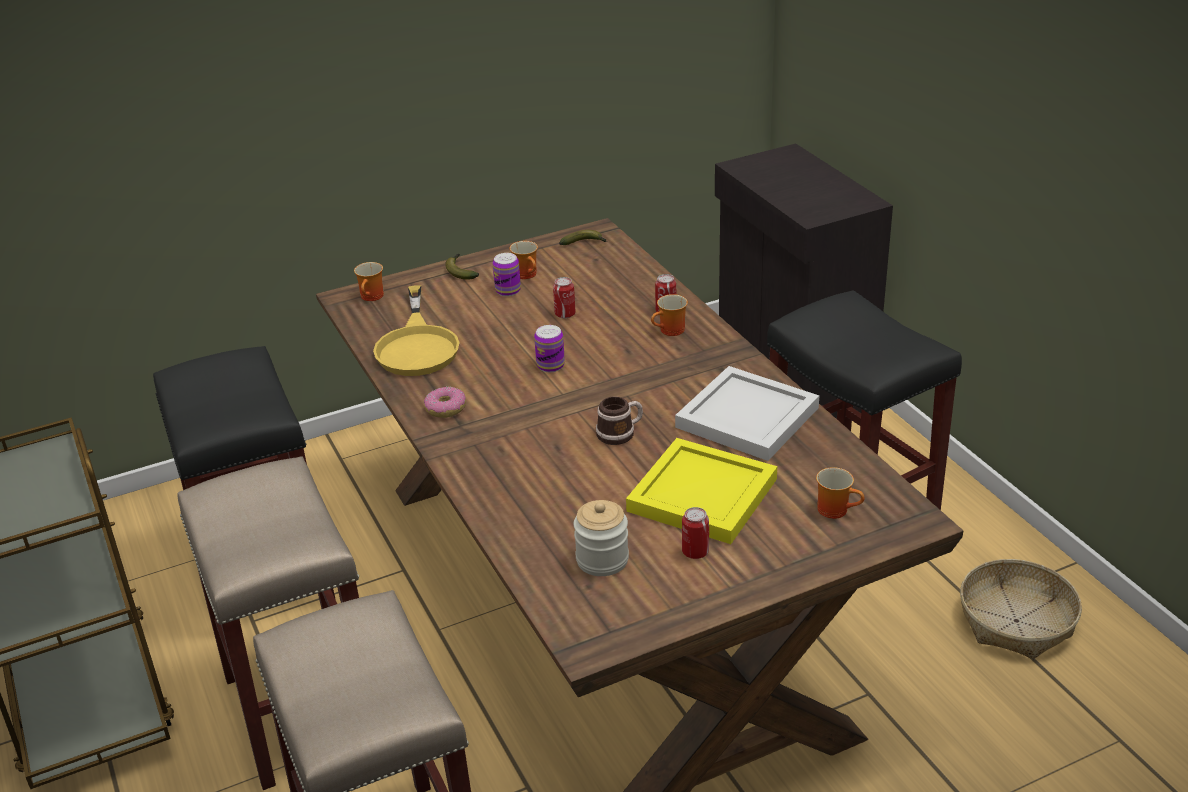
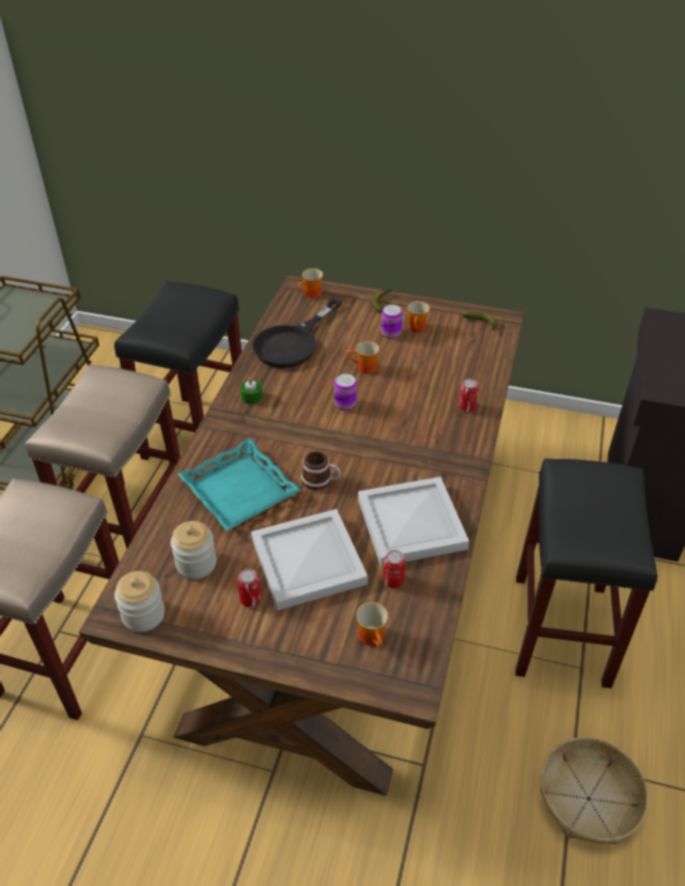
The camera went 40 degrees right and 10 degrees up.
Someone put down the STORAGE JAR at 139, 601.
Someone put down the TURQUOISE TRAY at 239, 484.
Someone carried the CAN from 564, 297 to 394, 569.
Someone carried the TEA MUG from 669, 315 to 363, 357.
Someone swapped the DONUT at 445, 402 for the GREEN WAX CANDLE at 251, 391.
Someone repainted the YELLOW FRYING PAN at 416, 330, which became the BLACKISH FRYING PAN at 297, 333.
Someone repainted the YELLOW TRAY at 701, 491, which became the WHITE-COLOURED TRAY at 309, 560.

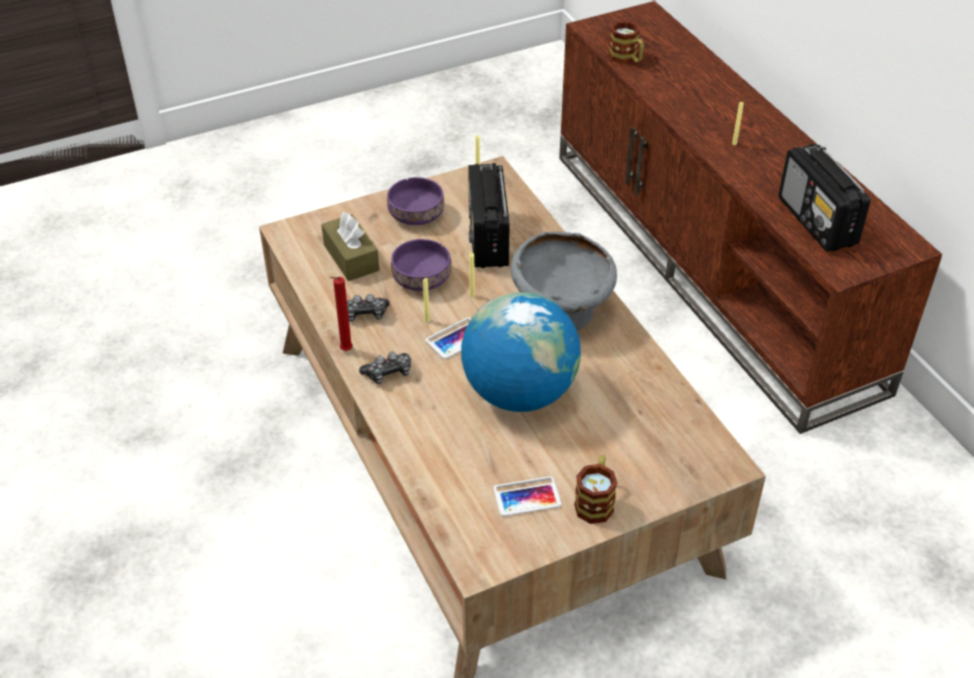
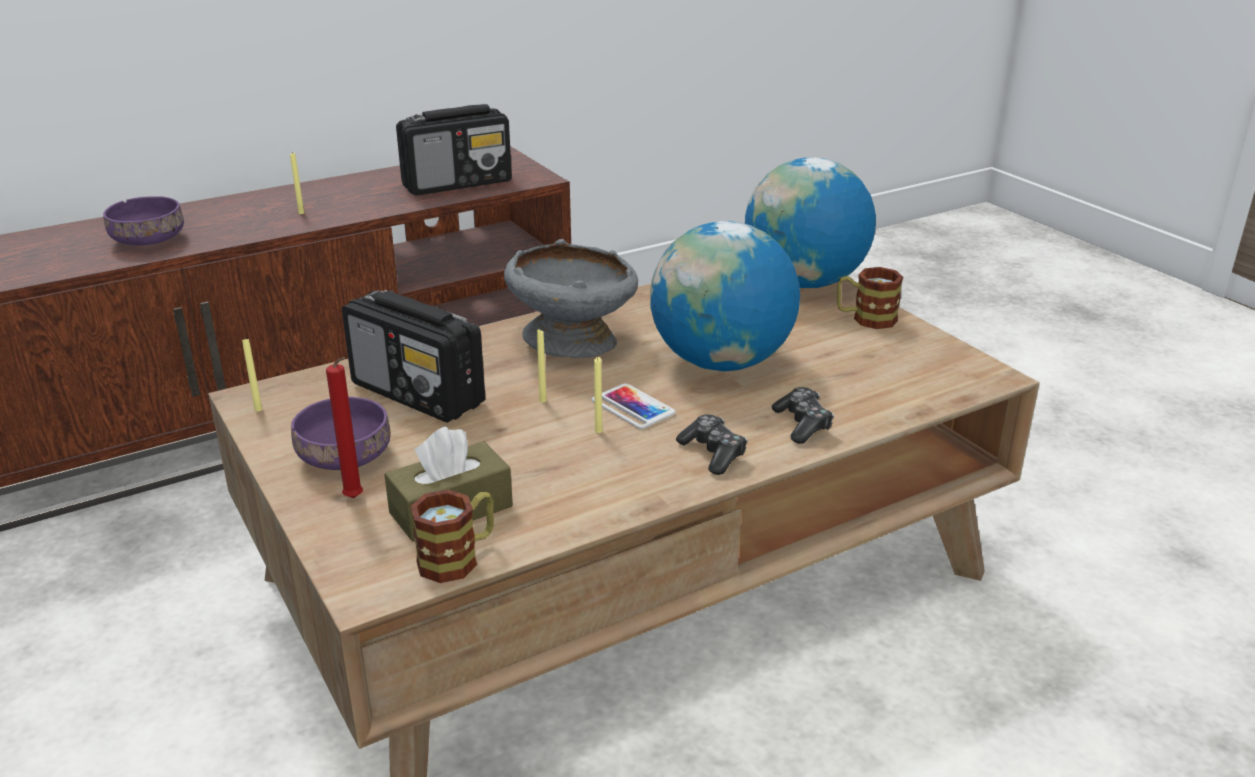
The camera went 95 degrees left and 15 degrees down.
Someone took away the TELEPHONE at 527, 496.
Someone put down the WORLD GLOBE at 810, 222.
Someone carried the REDDISH WAX CANDLE from 341, 314 to 344, 427.
Someone carried the GAME CONTROLLER from 368, 308 to 803, 415.
Someone carried the PURPLISH DEEP DISH from 421, 265 to 143, 220.
Someone carried the TEA MUG from 626, 42 to 452, 536.
Someone rotated the RADIO RECEIVER at 488, 215 by 45 degrees clockwise.

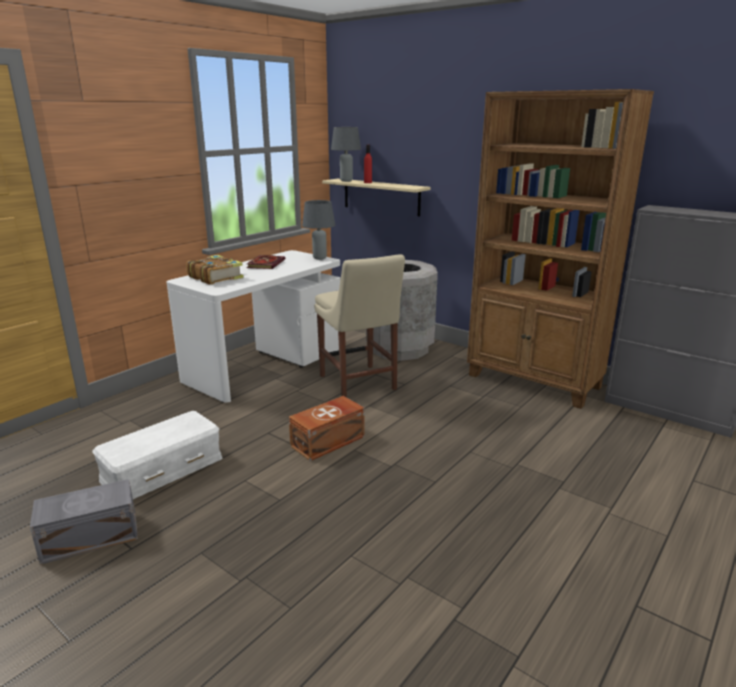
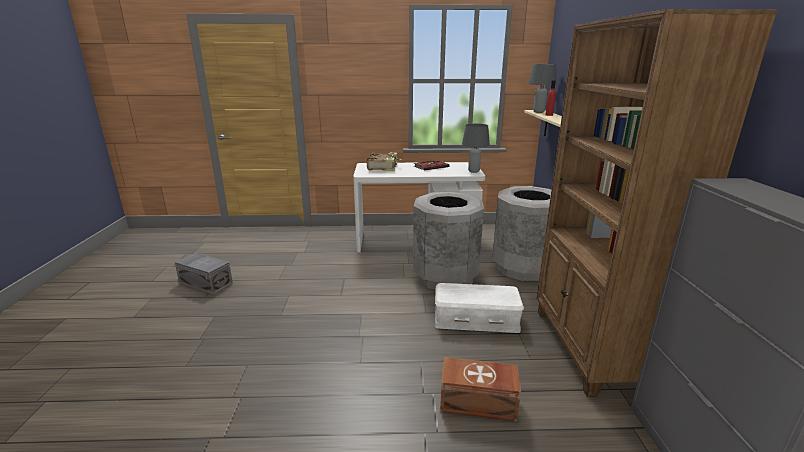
The camera went 50 degrees right and 0 degrees up.
Someone carried the WHITE-COLOURED STORAGE BOX from 157, 455 to 479, 308.
Someone carried the BROWN STORAGE BOX from 327, 428 to 480, 389.
Someone swapped the SAND-COLOURED CHAIR at 359, 325 for the GRAY WASTE BIN at 448, 241.

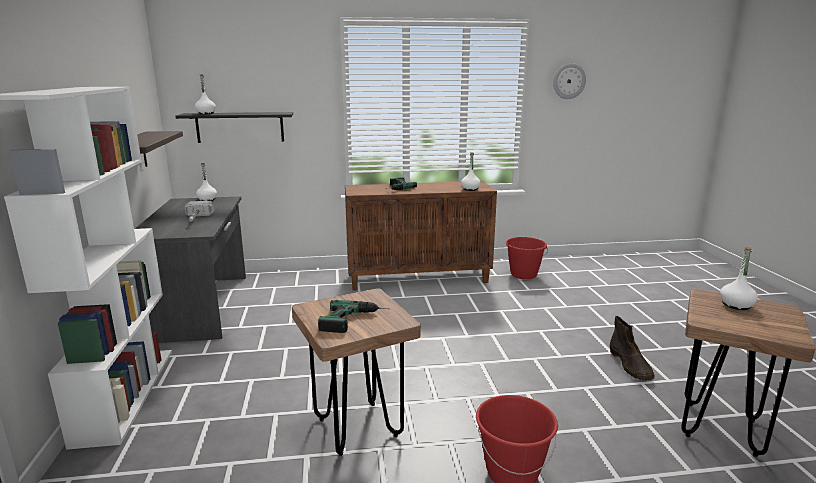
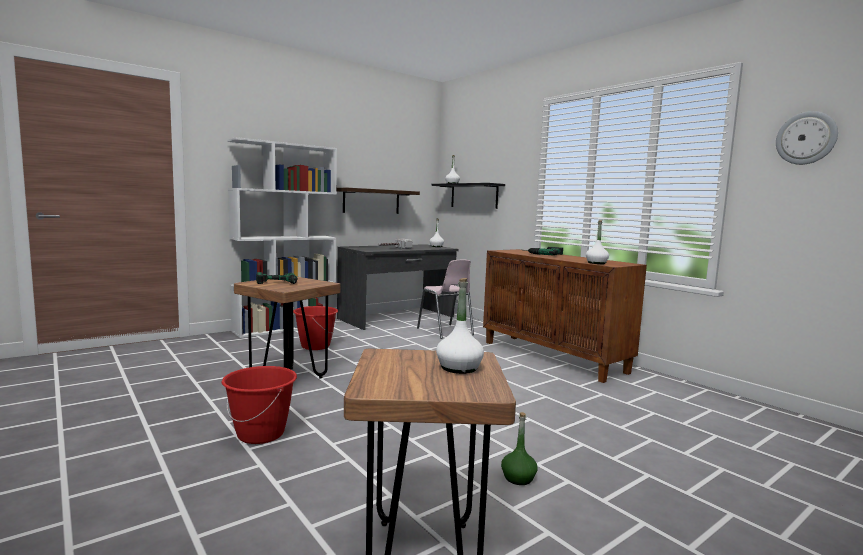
The camera went 60 degrees right and 10 degrees down.
Someone put down the PINK-COLOURED CHAIR at 445, 299.
Someone carried the REDDISH PAIL from 526, 258 to 315, 328.
Someone swapped the BROWN BOOT at 632, 348 for the GREEN DRINK BOTTLE at 519, 448.

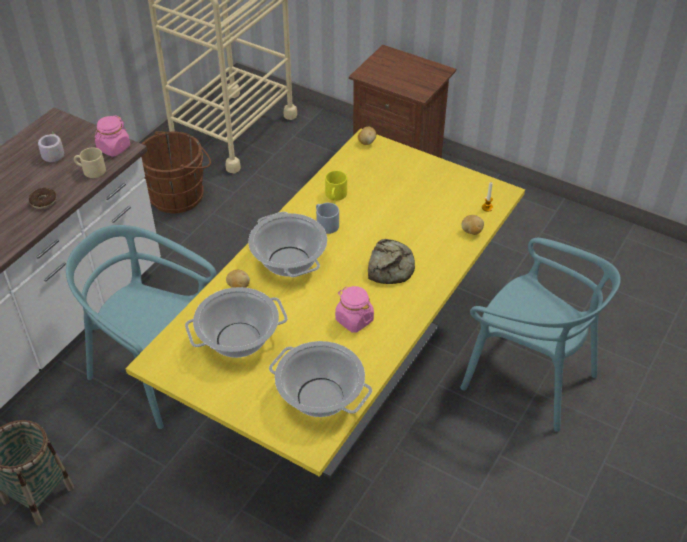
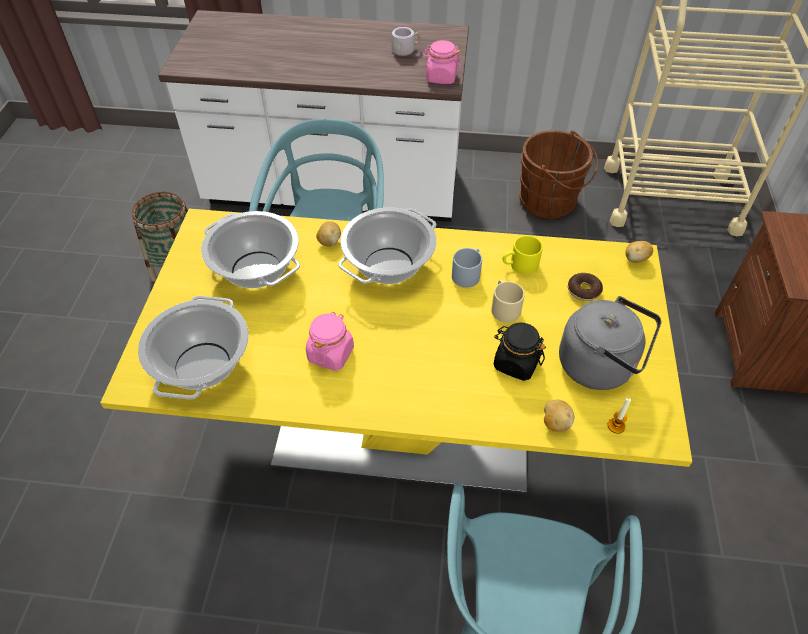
The camera went 65 degrees right and 5 degrees up.
Someone took away the BAKERY BREAD at 391, 261.
Someone put down the BLACKISH STORAGE JAR at 520, 351.
Someone put down the GRAY WATER KETTLE at 610, 343.
Someone carried the DONUT from 43, 198 to 585, 287.
Someone carried the SAND-COLOURED TEA MUG from 90, 162 to 508, 301.

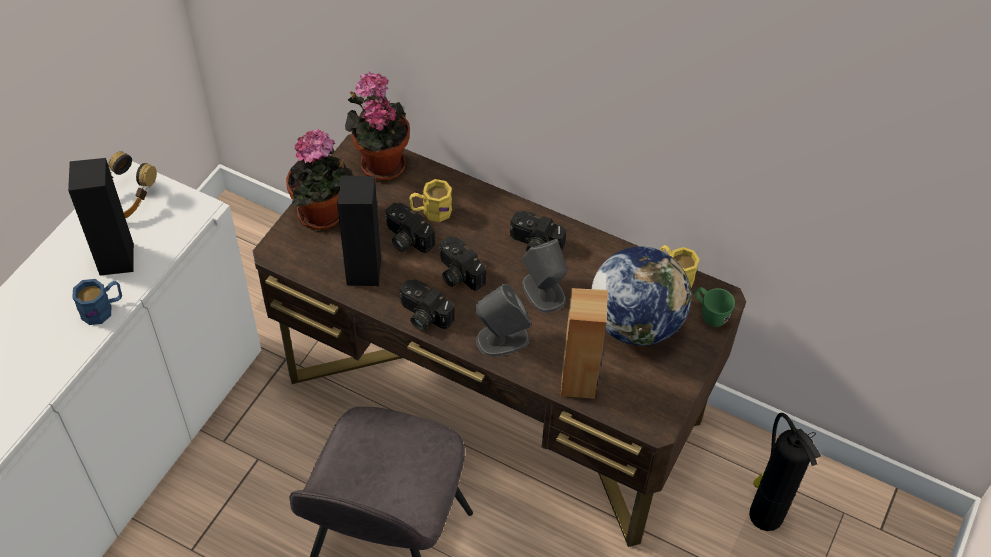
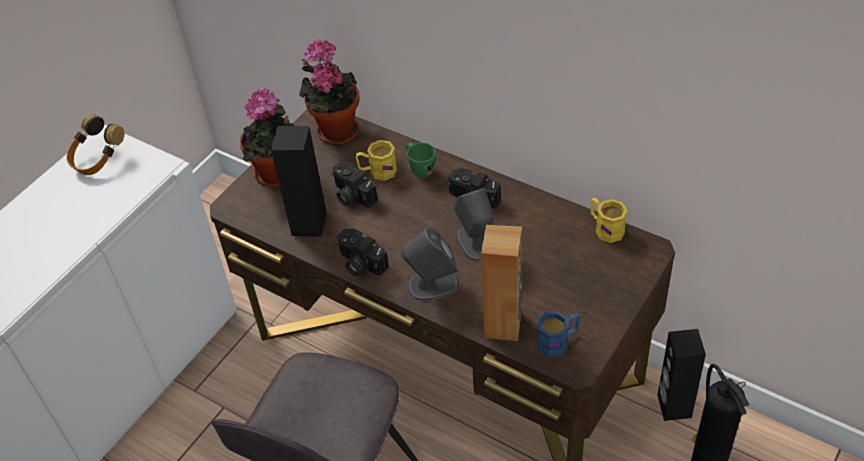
The camera went 10 degrees right and 5 degrees down.
Someone took away the STILL CAMERA at 462, 263.
Someone took away the WORLD GLOBE at 641, 295.
Someone carried the BLACKISH AUDIO SPEAKER from 101, 217 to 681, 375.
Someone carried the BLUE-COLOURED TEA MUG from 97, 302 to 558, 334.
Someone carried the GREEN TEA MUG from 715, 307 to 420, 160.

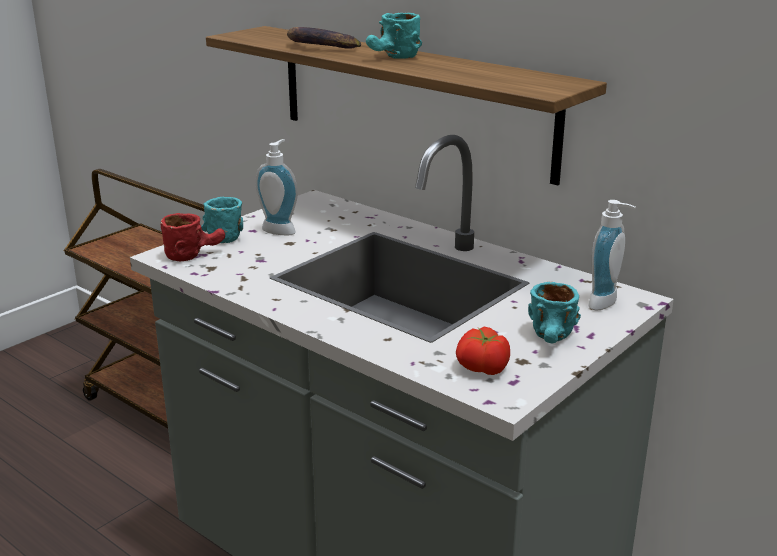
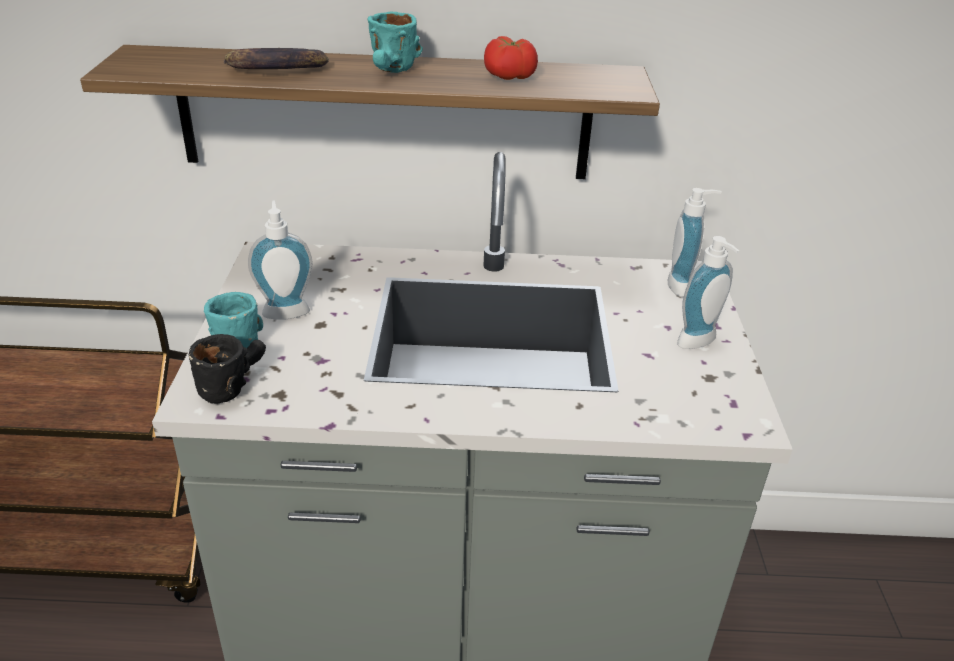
The camera went 40 degrees left and 10 degrees up.
Someone carried the FRESH TOMATO from 483, 350 to 511, 58.
Someone swapped the TURQUOISE TEA MUG at 554, 313 for the SOAP BOTTLE at 708, 292.
Someone repainted the REDDISH TEA MUG at 193, 237, which became the BLACKISH TEA MUG at 227, 369.

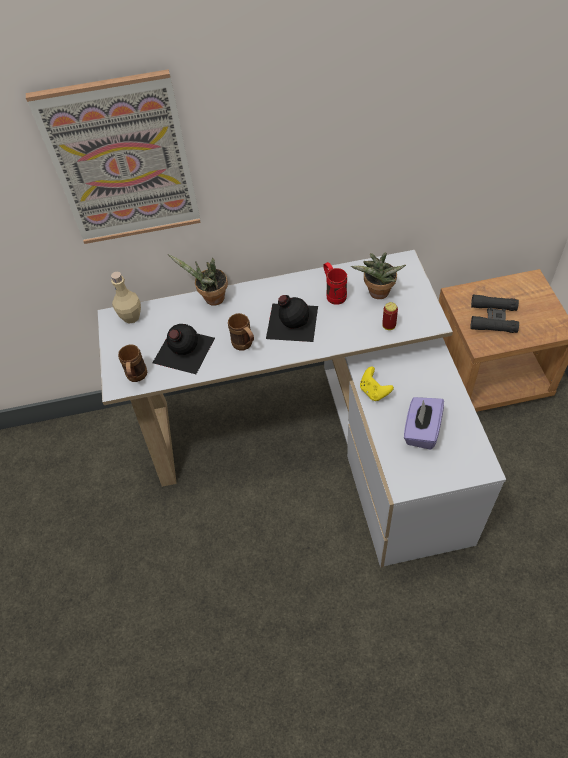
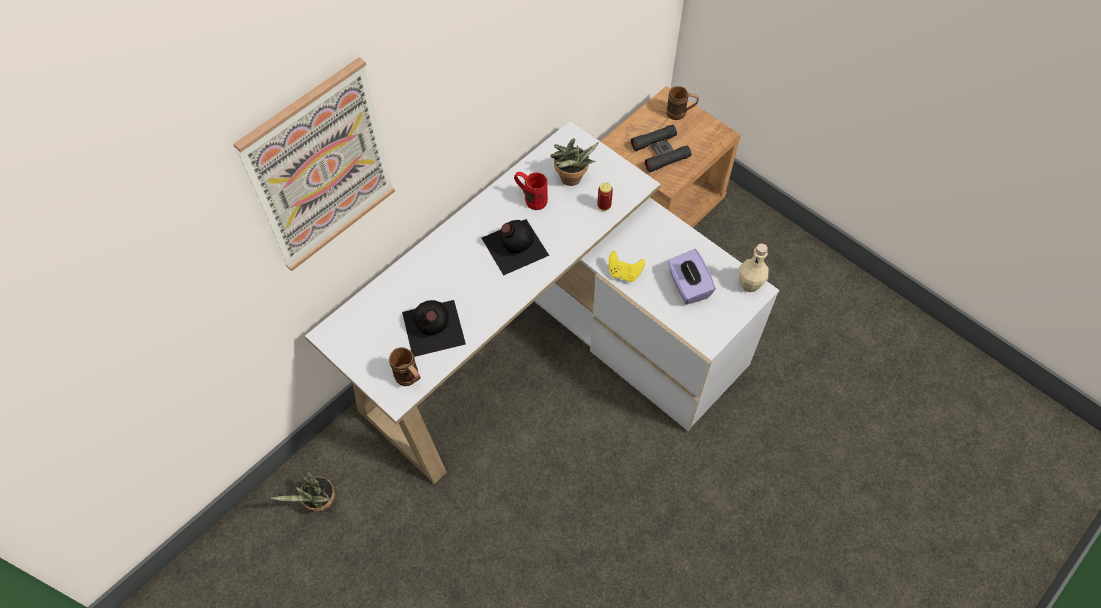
The camera went 40 degrees left and 5 degrees up.
Someone carried the SAND-COLOURED DRINK BOTTLE from 126, 297 to 754, 268.
Someone carried the HOUSEPLANT from 198, 279 to 303, 491.
Someone carried the BROWN TEA MUG from 241, 332 to 682, 103.

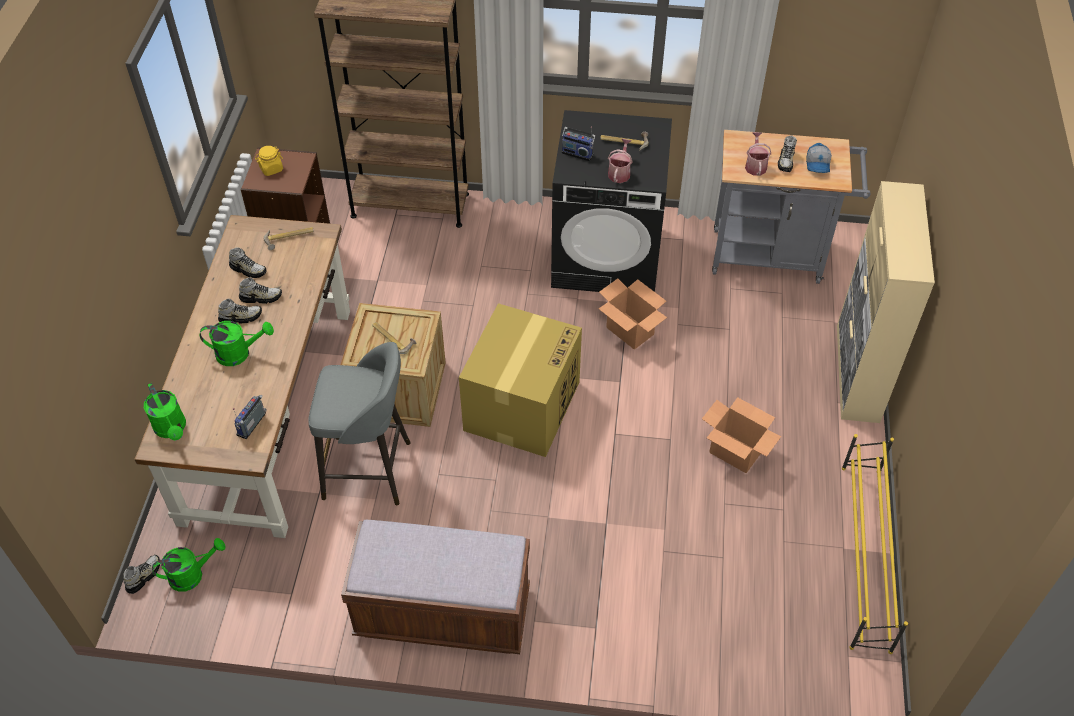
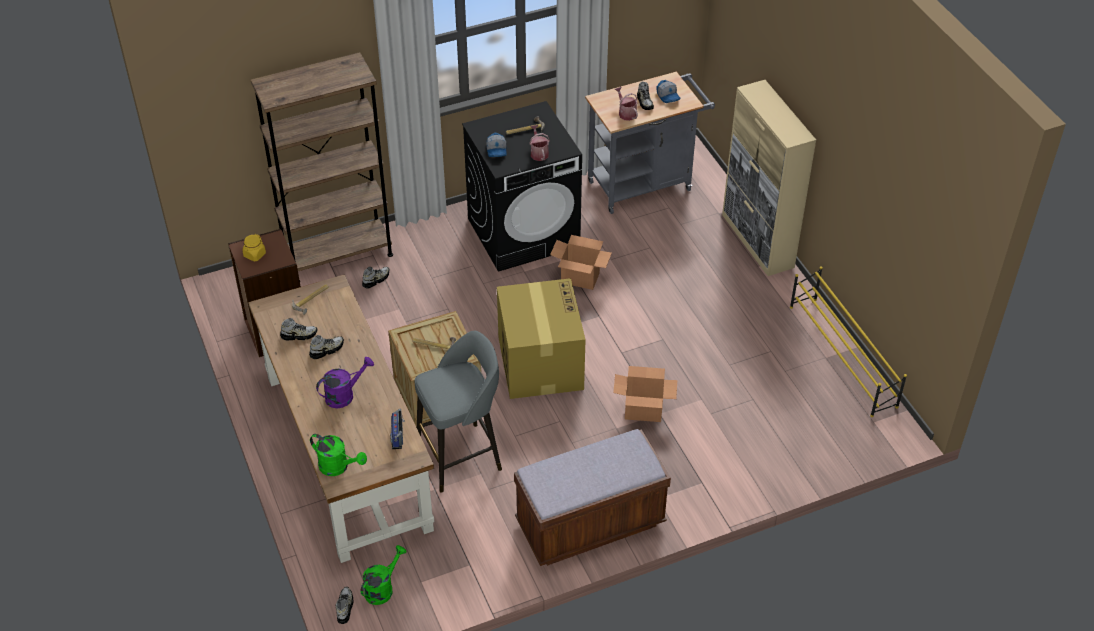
The camera went 30 degrees left and 5 degrees down.
Someone carried the ITEM OF FOOTWEAR from 240, 311 to 375, 277.
Someone carried the CARDBOARD BOX from 741, 435 to 645, 394.
Someone swapped the RADIO RECEIVER at 578, 143 for the BASEBALL CAP at 496, 145.
Someone repainted the GREEN WATERING CAN at 237, 343, which became the PURPLISH WATERING CAN at 345, 382.

